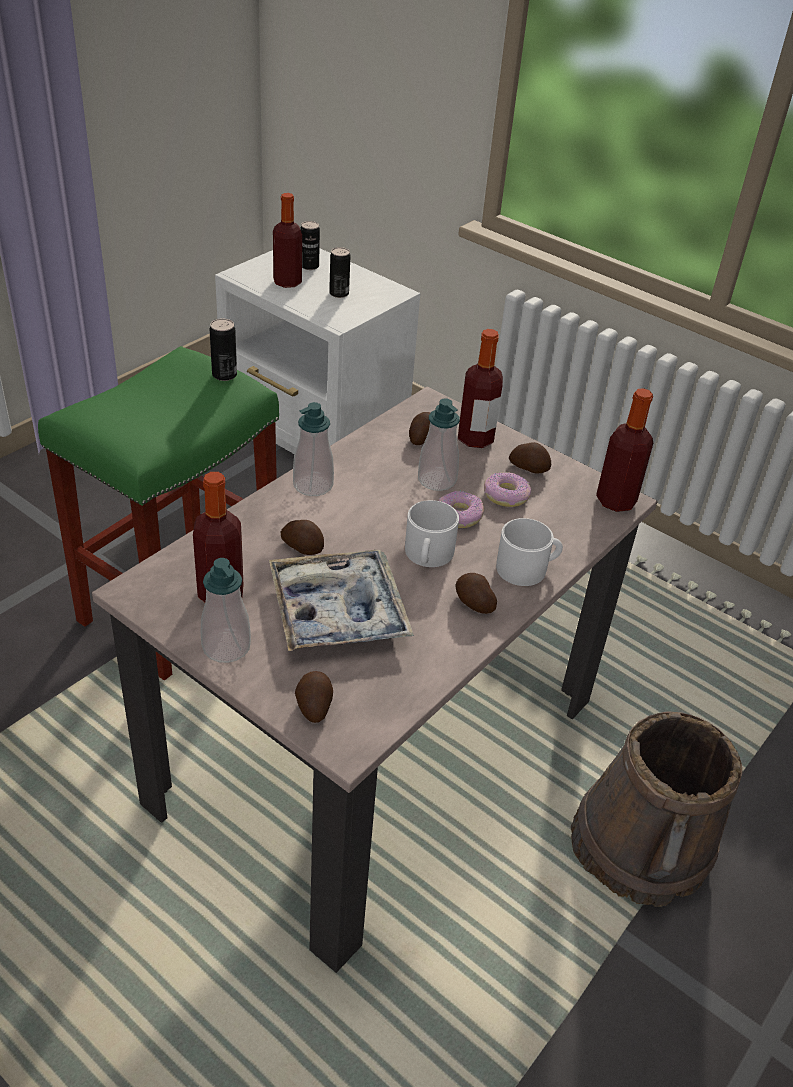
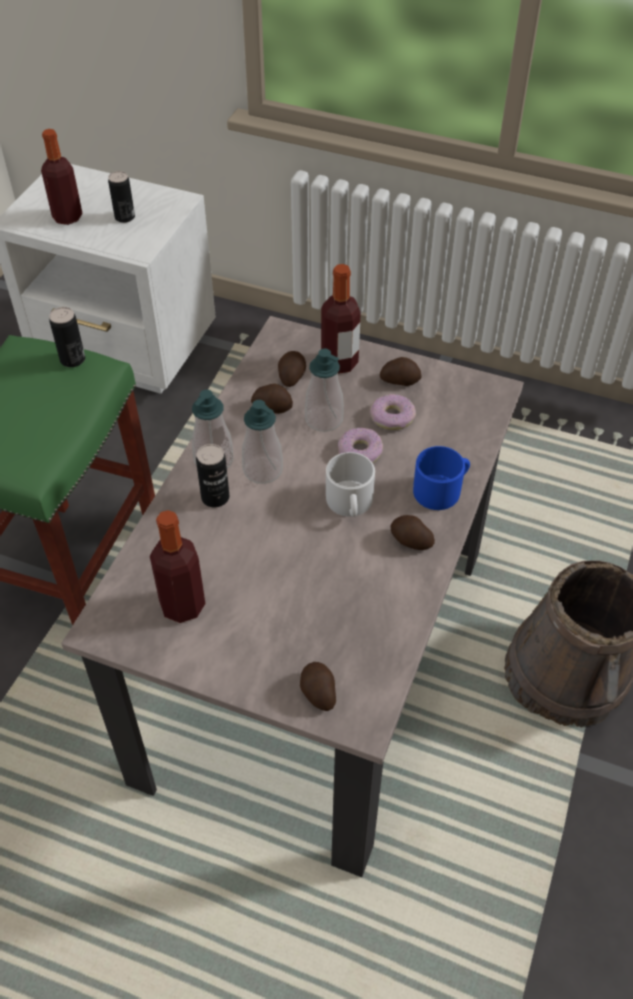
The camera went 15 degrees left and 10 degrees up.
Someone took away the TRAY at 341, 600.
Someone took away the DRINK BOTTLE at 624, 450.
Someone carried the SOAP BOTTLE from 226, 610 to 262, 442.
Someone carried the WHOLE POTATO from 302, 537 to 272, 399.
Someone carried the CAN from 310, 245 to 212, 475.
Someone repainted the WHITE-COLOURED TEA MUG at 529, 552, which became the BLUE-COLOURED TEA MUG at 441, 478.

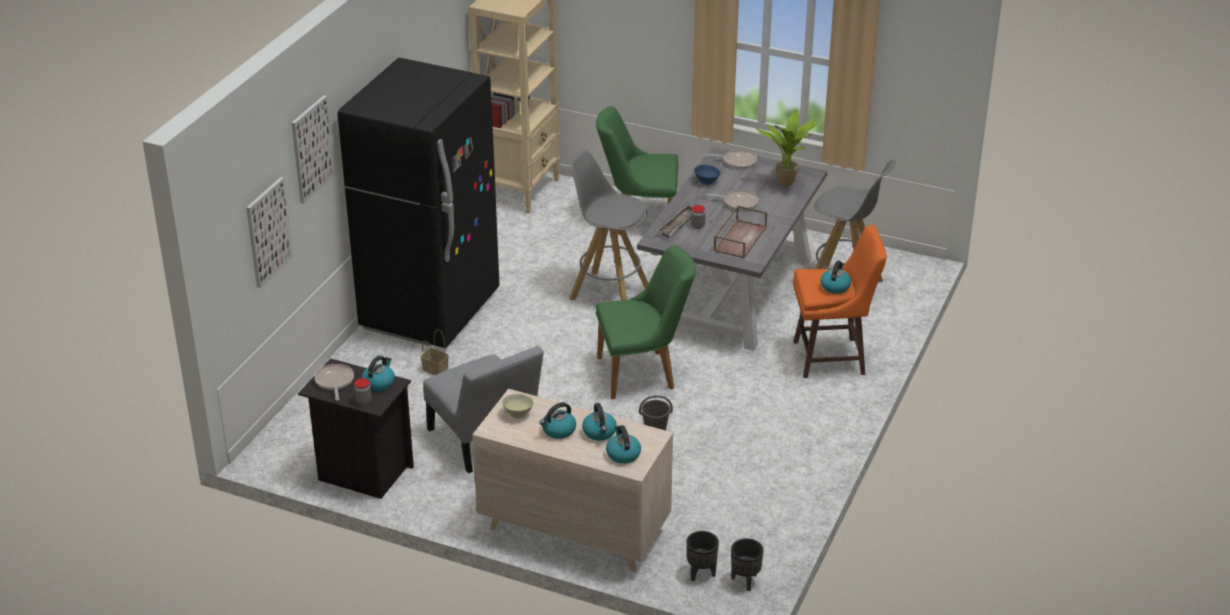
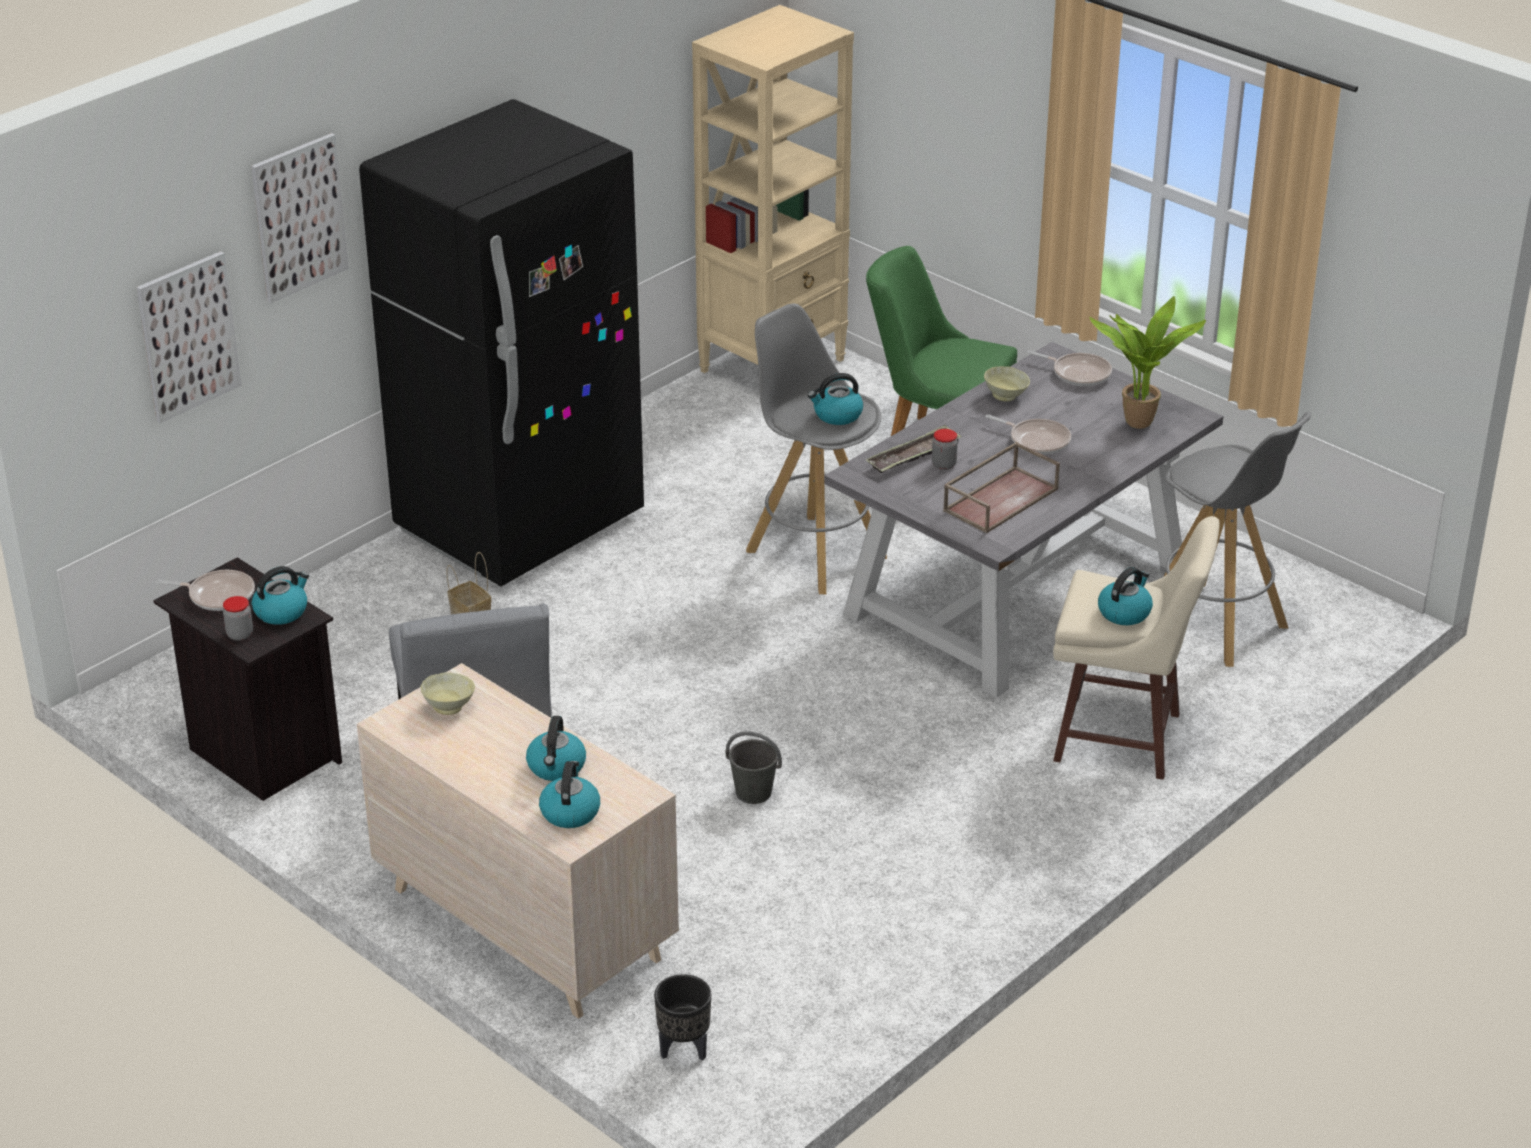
The camera went 20 degrees right and 0 degrees up.
Someone took away the GREEN CHAIR at 646, 322.
Someone took away the BLACKISH PLANTER at 747, 564.
Someone carried the WATER KETTLE from 557, 420 to 835, 399.
Someone repainted the BLUE-COLOURED DEEP DISH at 707, 175, which became the SAND-COLOURED DEEP DISH at 1007, 383.
Someone repainted the ORANGE-COLOURED STOOL at 840, 301, which became the SAND-COLOURED STOOL at 1136, 648.
Someone rotated the FRYING PAN at 334, 382 by 90 degrees clockwise.

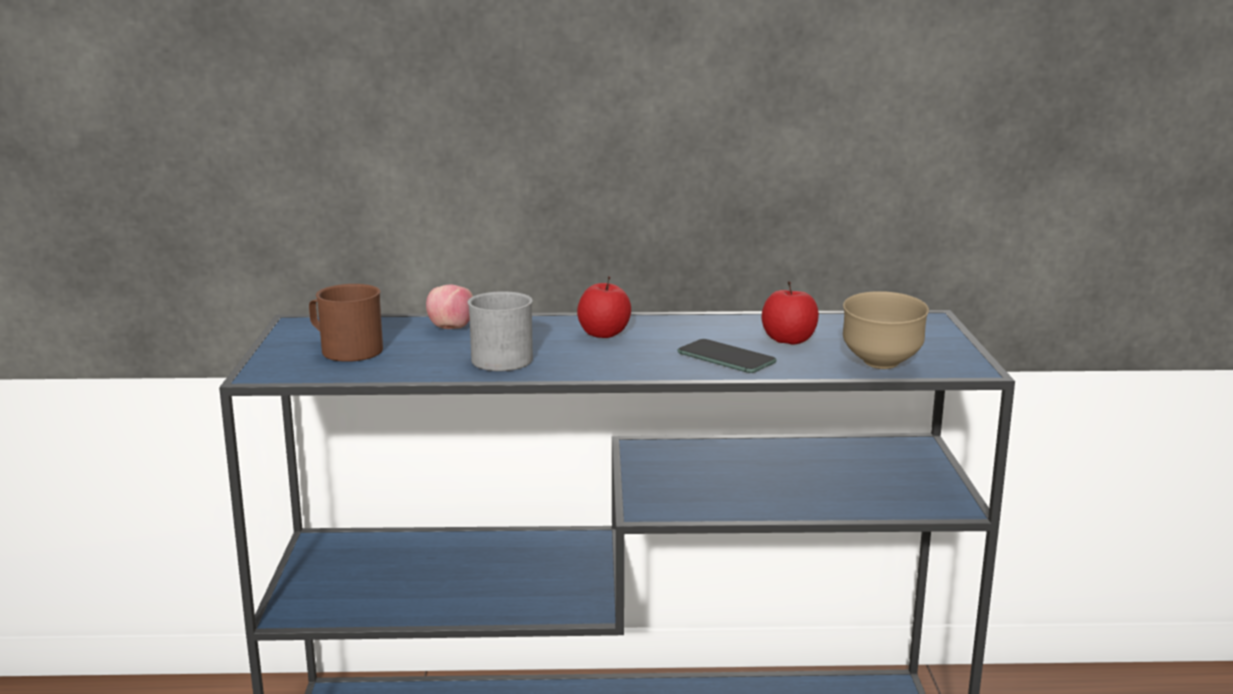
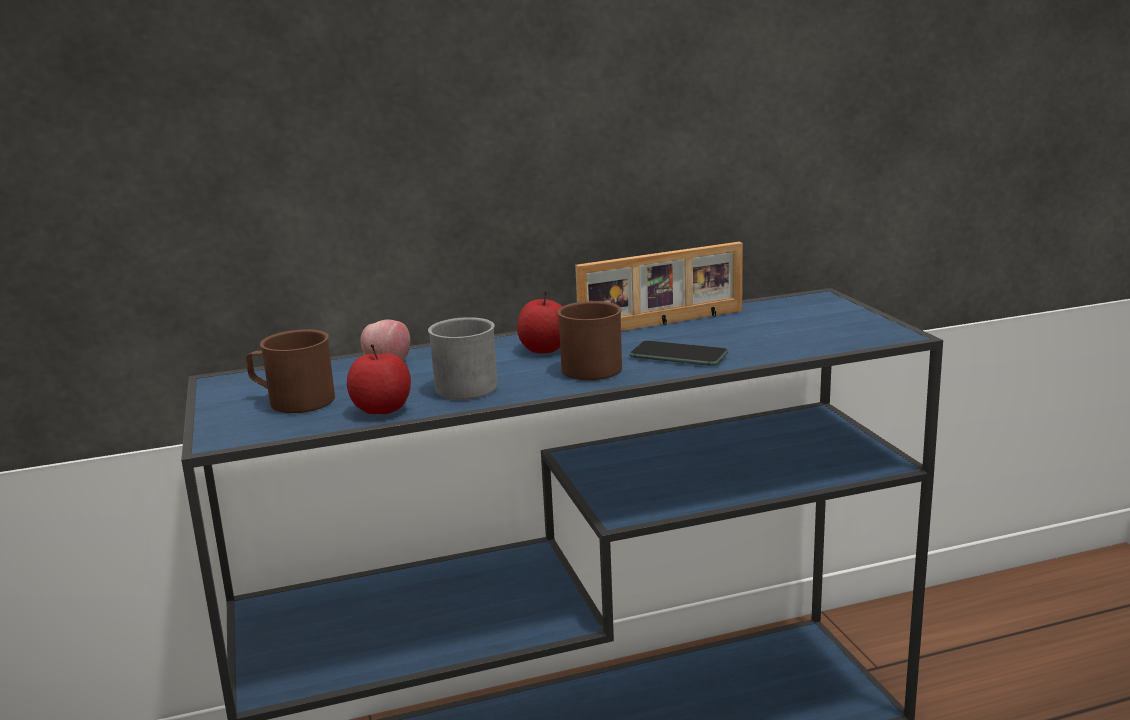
The camera went 15 degrees left and 0 degrees up.
Someone took away the BROWN DEEP DISH at 886, 330.
Someone put down the BROWN TEA MUG at 589, 340.
Someone put down the STANDING FRAME at 659, 286.
Someone carried the WHOLE APPLE from 790, 313 to 379, 379.

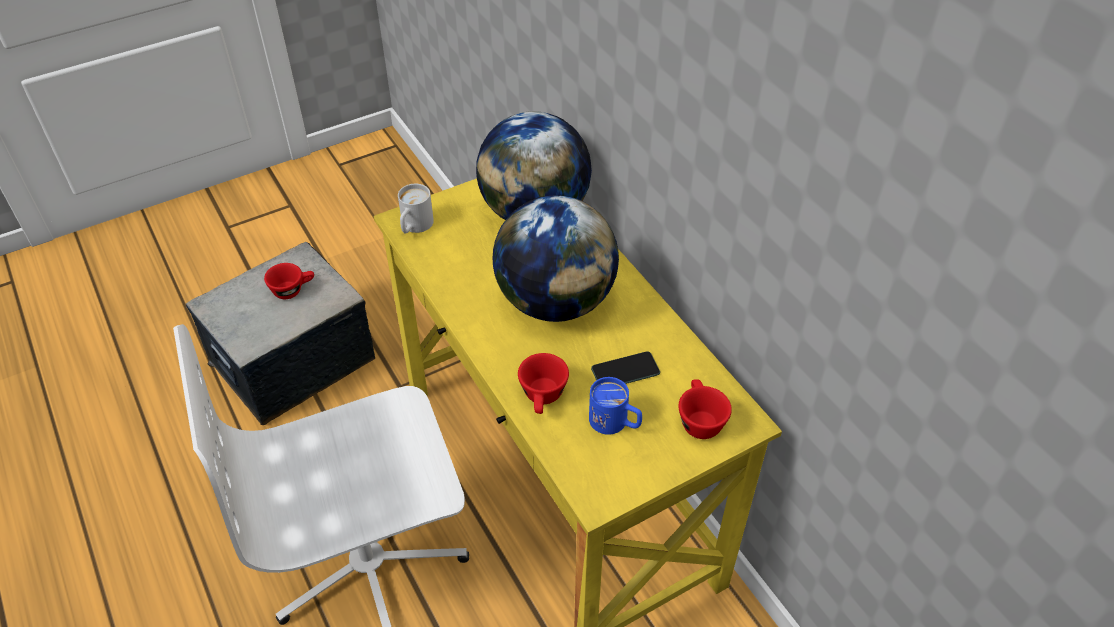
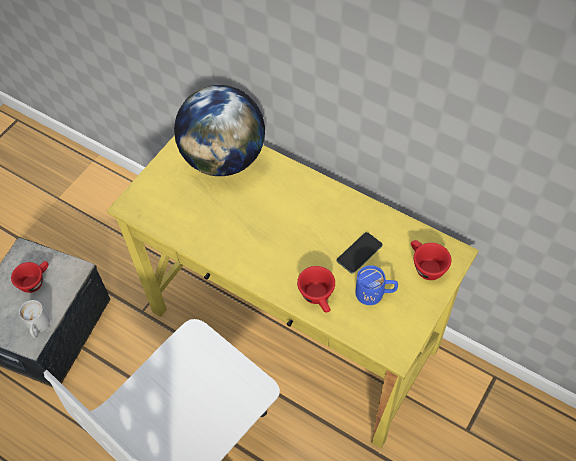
The camera went 25 degrees left and 10 degrees up.
Someone took away the WORLD GLOBE at 555, 258.
Someone carried the WHITE-COLOURED TEA MUG from 416, 208 to 34, 319.

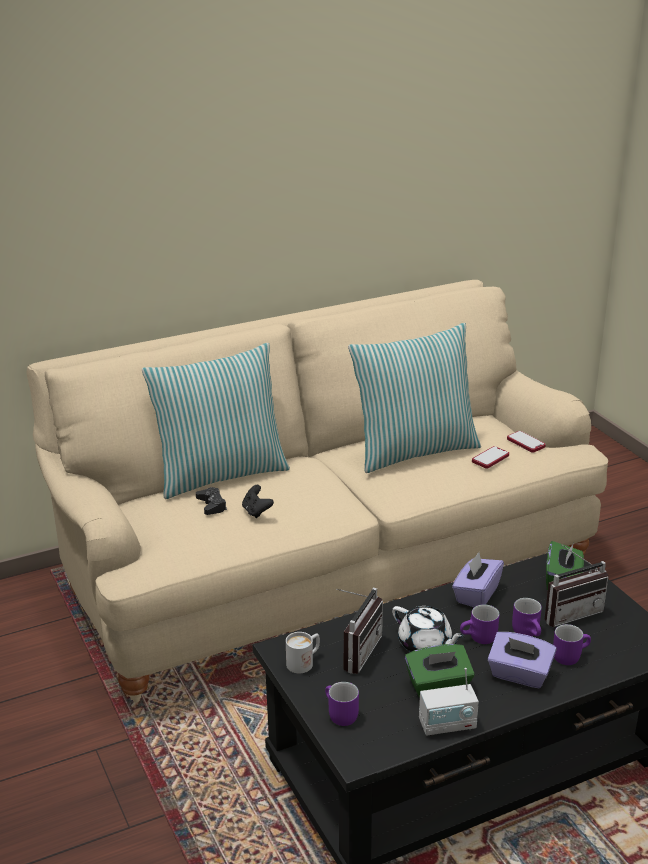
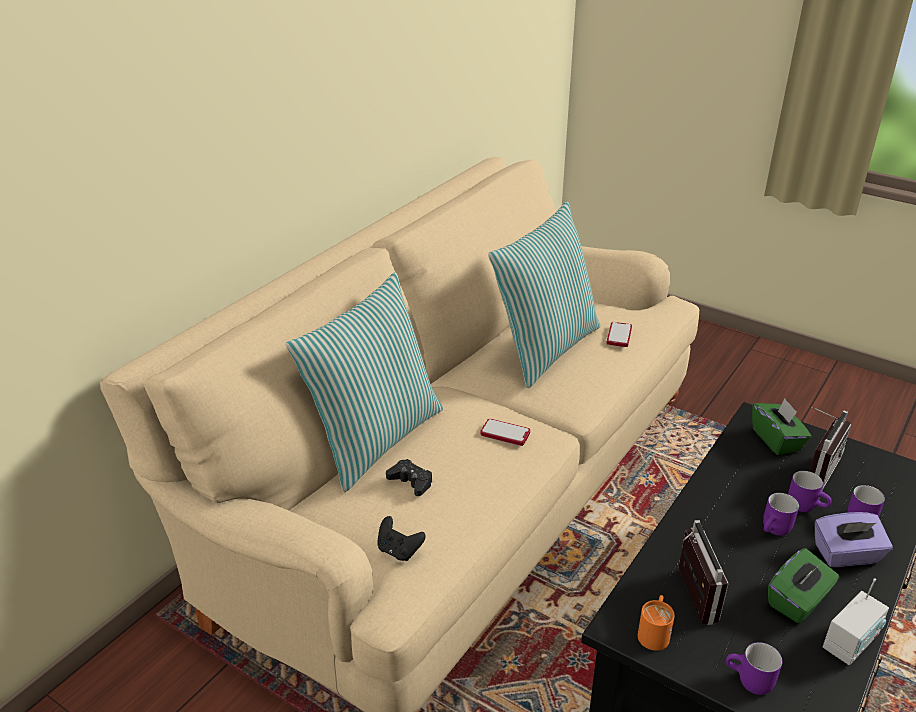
The camera went 30 degrees left and 5 degrees up.
Someone took away the WHITE-COLOURED TEA POT at 428, 629.
Someone took away the PURPLISH BOX OF TISSUES at 478, 579.
Someone carried the BLACKISH GAME CONTROLLER from 258, 501 to 401, 538.
Someone carried the TELEPHONE from 526, 442 to 505, 432.
Someone repainted the WHITE-COLOURED TEA MUG at 303, 652, which became the ORANGE-COLOURED TEA MUG at 656, 623.

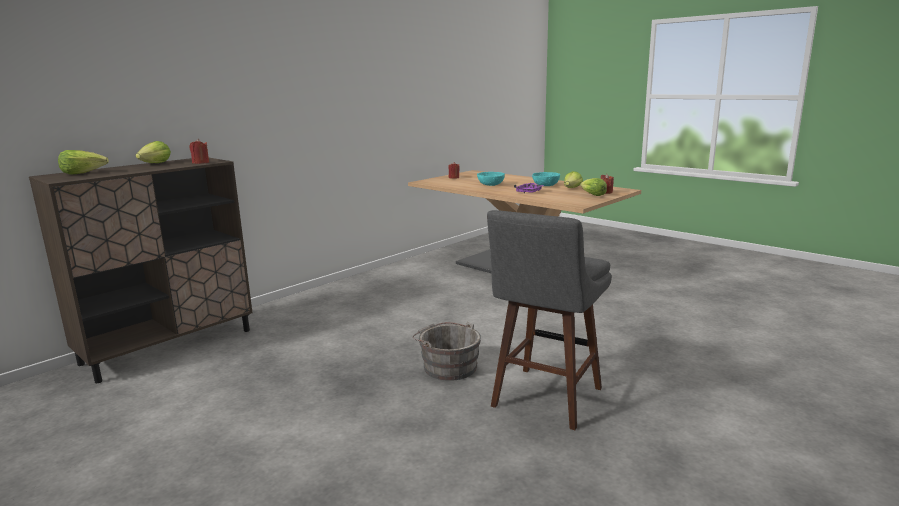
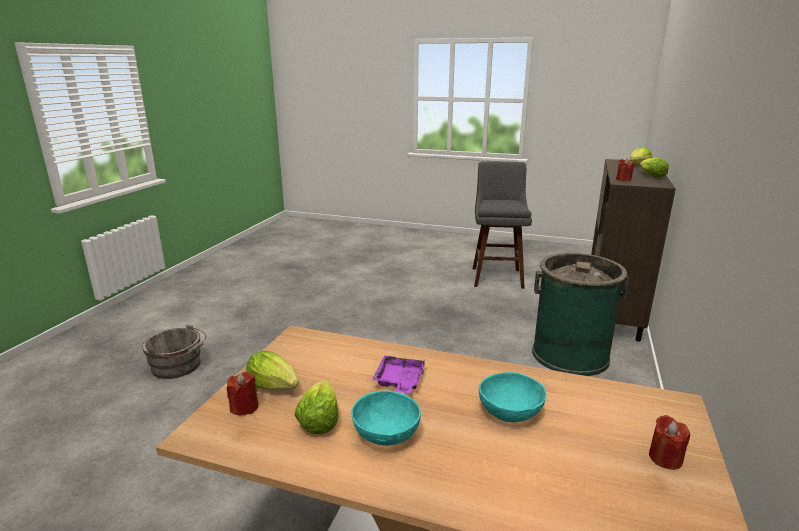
The camera went 155 degrees right and 5 degrees up.
Someone put down the GREEN WASTE BIN at 580, 314.
Someone carried the GRAY PAIL from 446, 351 to 174, 351.
Someone carried the GRAY STOOL from 549, 320 to 502, 225.

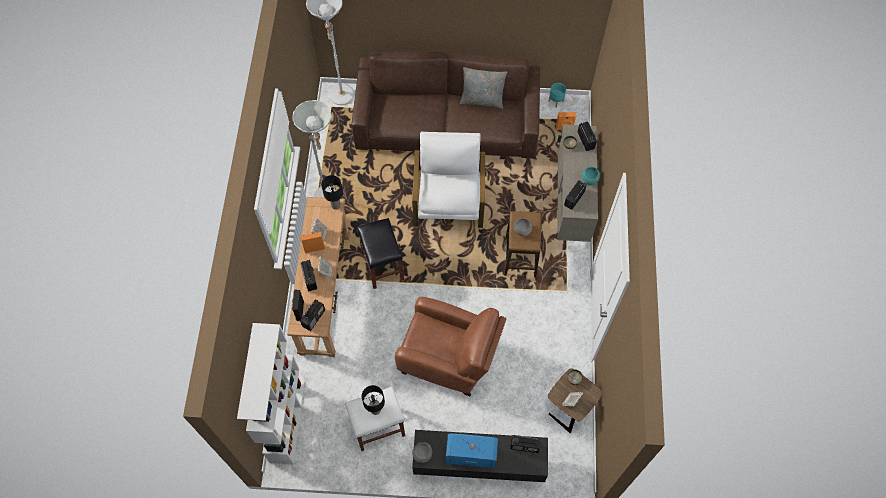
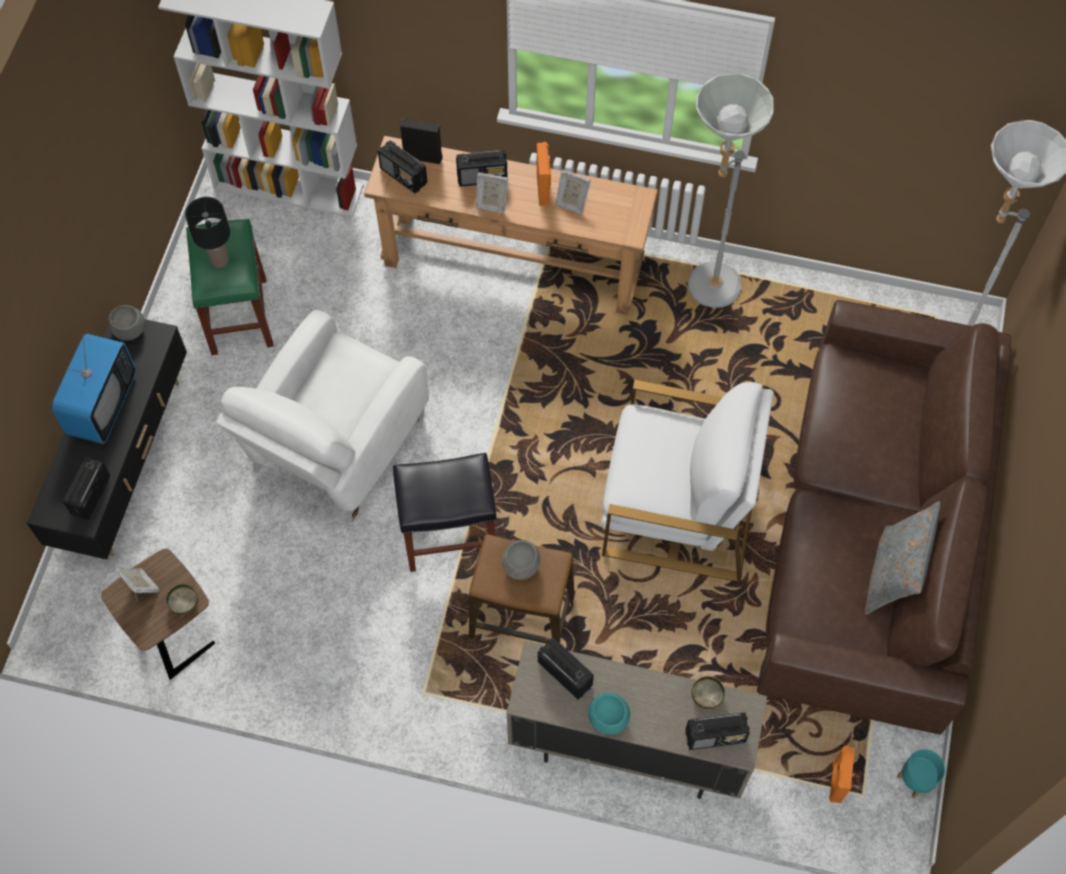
The camera went 100 degrees right and 0 degrees up.
Someone took away the BLACKISH TABLETOP LAMP at 332, 192.
Someone carried the BLACKISH STOOL from 380, 253 to 444, 512.
Someone repainted the WHITE-COLOURED STOOL at 375, 419, which became the GREEN STOOL at 230, 287.
Someone repainted the BROWN LOUNGE CHAIR at 451, 347, which became the WHITE-COLOURED LOUNGE CHAIR at 322, 416.

